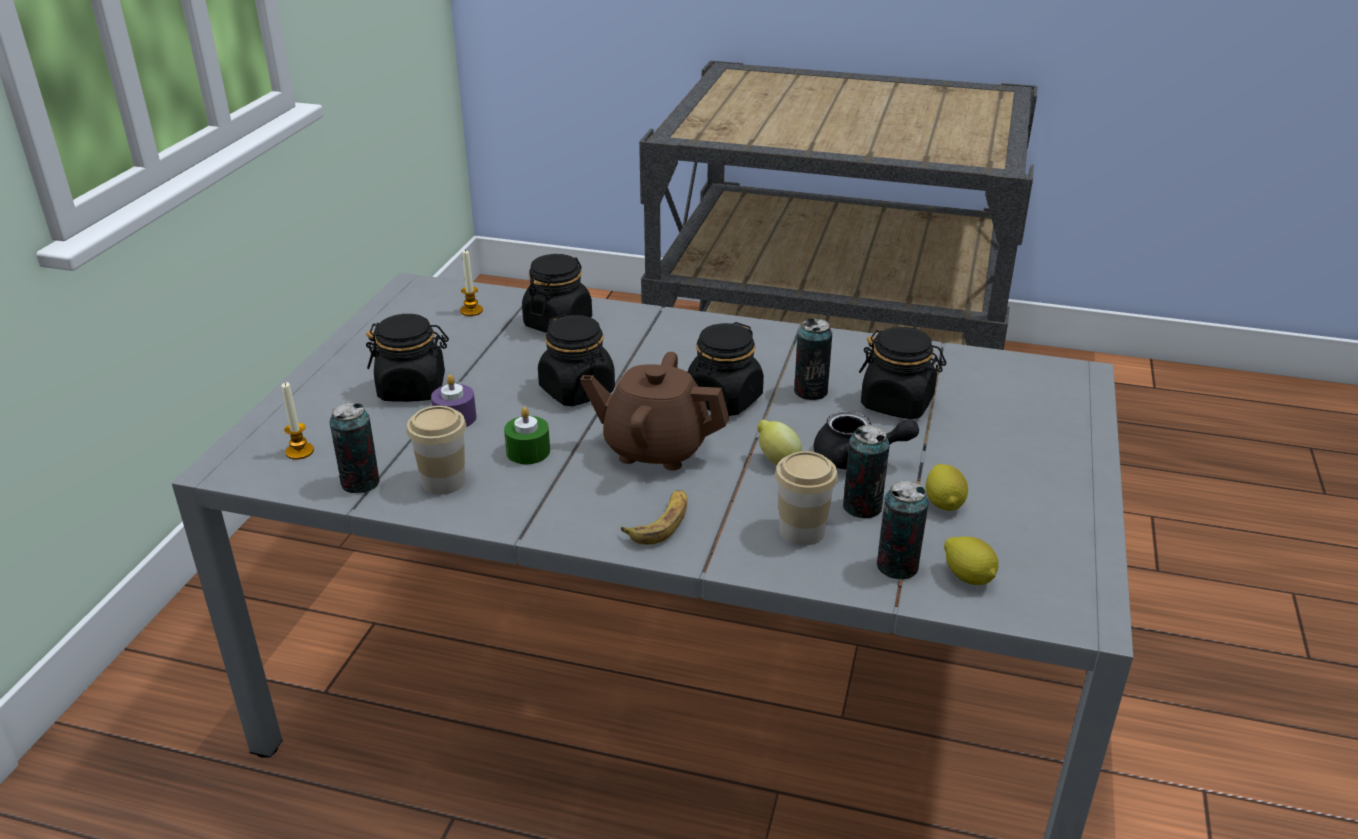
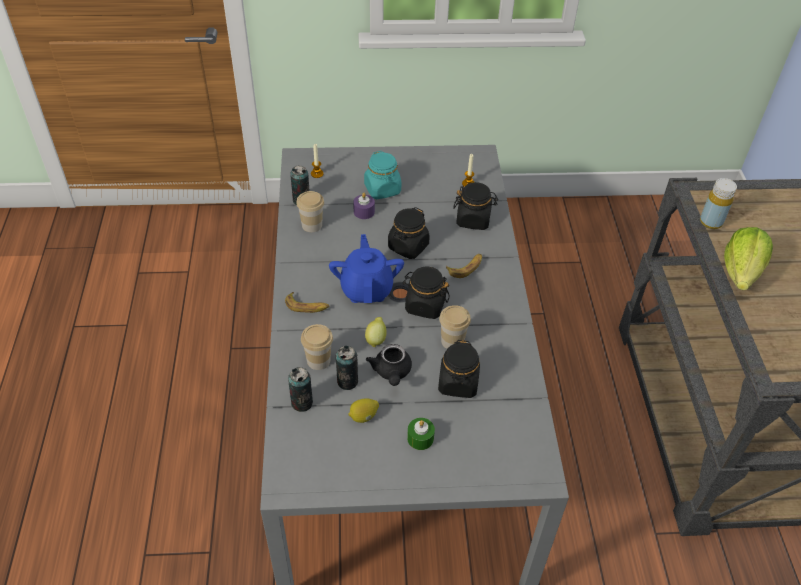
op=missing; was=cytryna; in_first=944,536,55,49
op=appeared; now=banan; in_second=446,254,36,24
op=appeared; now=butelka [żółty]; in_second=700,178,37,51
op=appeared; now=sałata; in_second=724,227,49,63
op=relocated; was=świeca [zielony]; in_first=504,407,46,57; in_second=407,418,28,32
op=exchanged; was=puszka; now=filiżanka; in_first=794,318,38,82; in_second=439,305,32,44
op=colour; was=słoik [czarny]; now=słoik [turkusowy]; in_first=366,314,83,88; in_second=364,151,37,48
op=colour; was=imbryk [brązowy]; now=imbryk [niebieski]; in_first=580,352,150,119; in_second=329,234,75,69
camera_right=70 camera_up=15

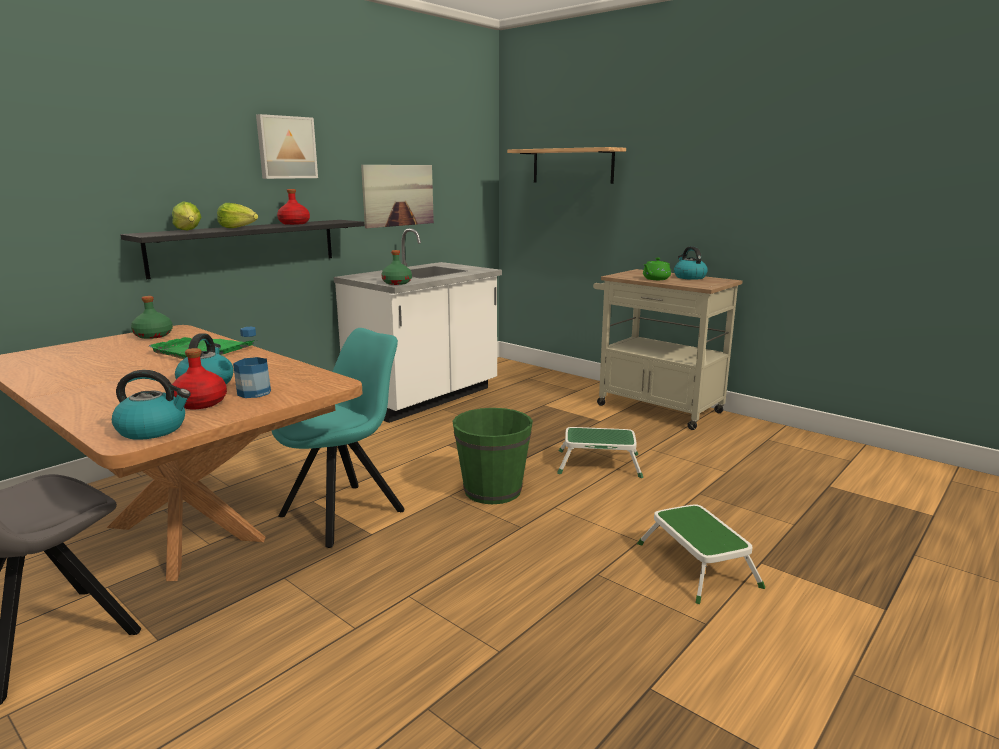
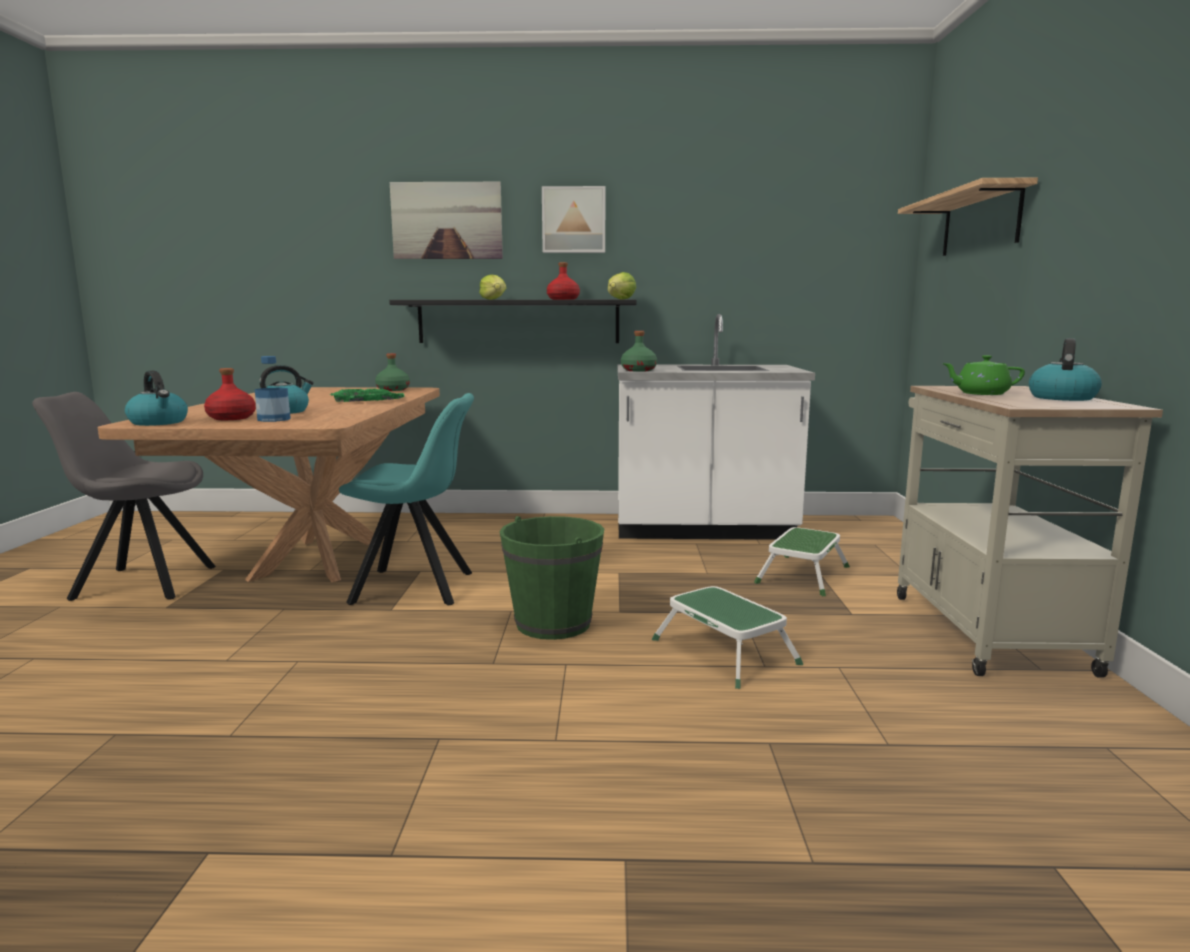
op=relocated; was=sałata; in_first=172,201,29,30; in_second=608,272,28,28
op=relocated; was=obraz; in_first=361,165,73,63; in_second=390,182,113,77
op=relocated; was=drabinka [zielony]; in_first=637,504,128,100; in_second=754,527,96,69
camera_right=50 camera_up=-5

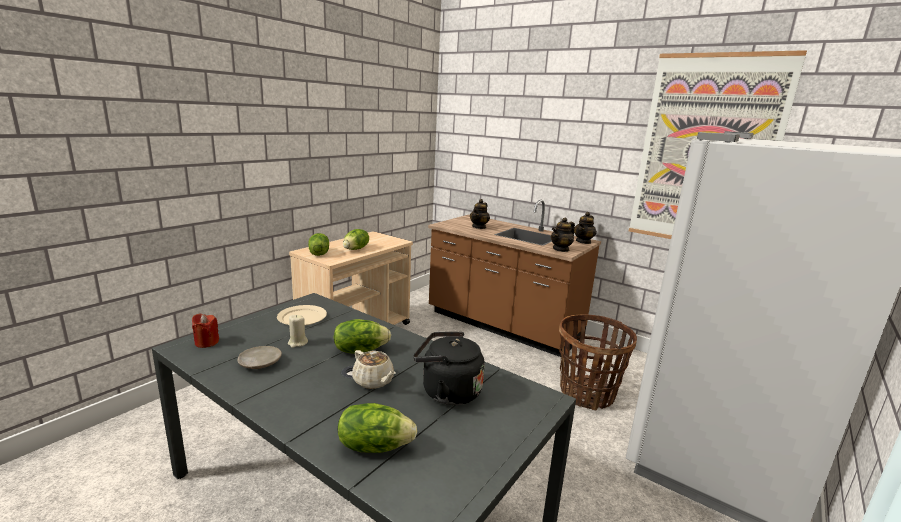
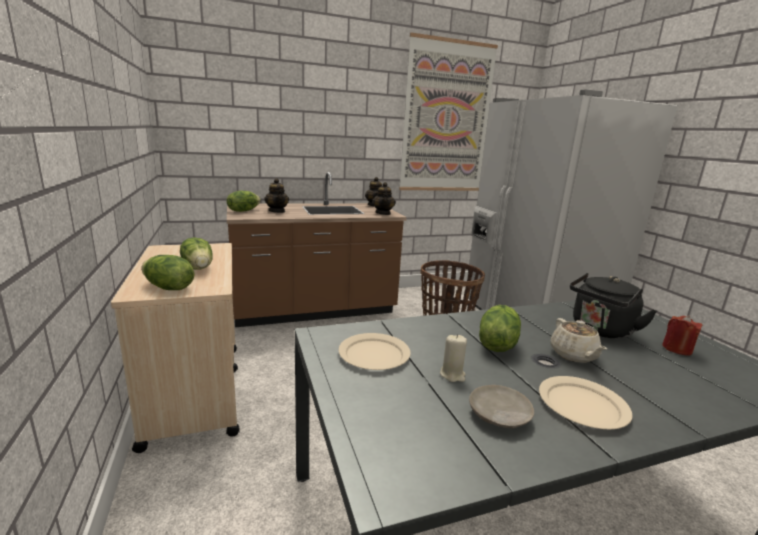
op=appeared; now=talerz [beżowy]; in_second=539,376,93,53
op=relocated; was=świeca [czerwony]; in_first=192,313,27,35; in_second=662,315,41,41
op=relocated; was=sałata; in_first=338,403,79,50; in_second=227,191,34,21
op=spun; was=imbryk [beżowy]; in_first=352,350,43,39; in_second=550,318,57,45; clockwise=90
camera_right=-55 camera_up=0

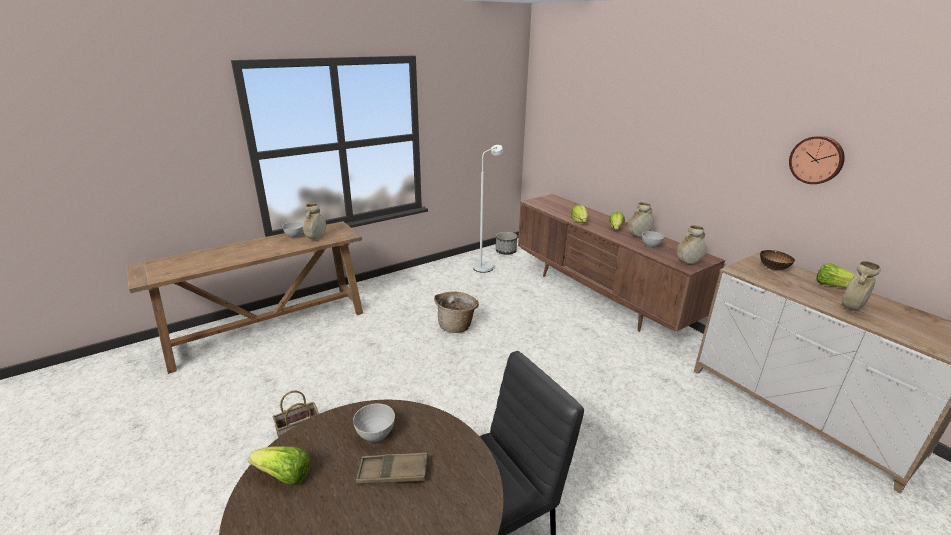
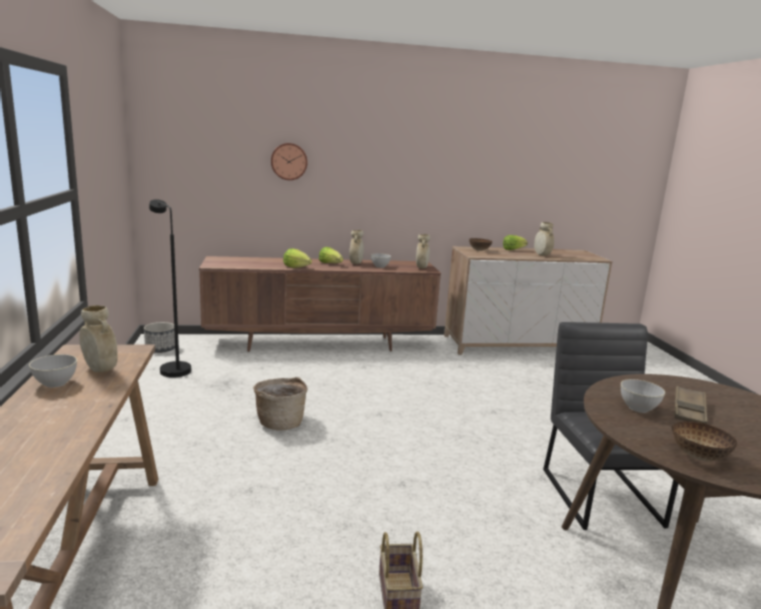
op=relocated; was=zegar ścienny; in_first=789,136,56,48; in_second=271,143,37,37
op=exchanged; was=sałata; now=miska; in_first=248,446,63,39; in_second=672,421,65,40
op=colour; was=lampa stojąca [biały]; now=lampa stojąca [czarny]; in_first=473,145,30,128; in_second=149,199,42,179
camera_right=-65 camera_up=-10

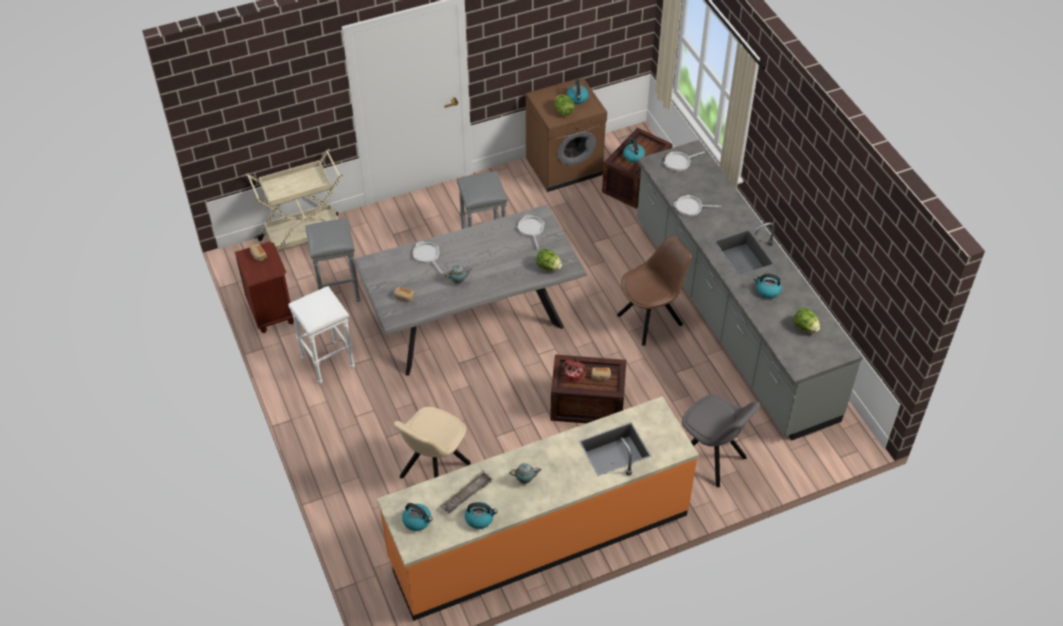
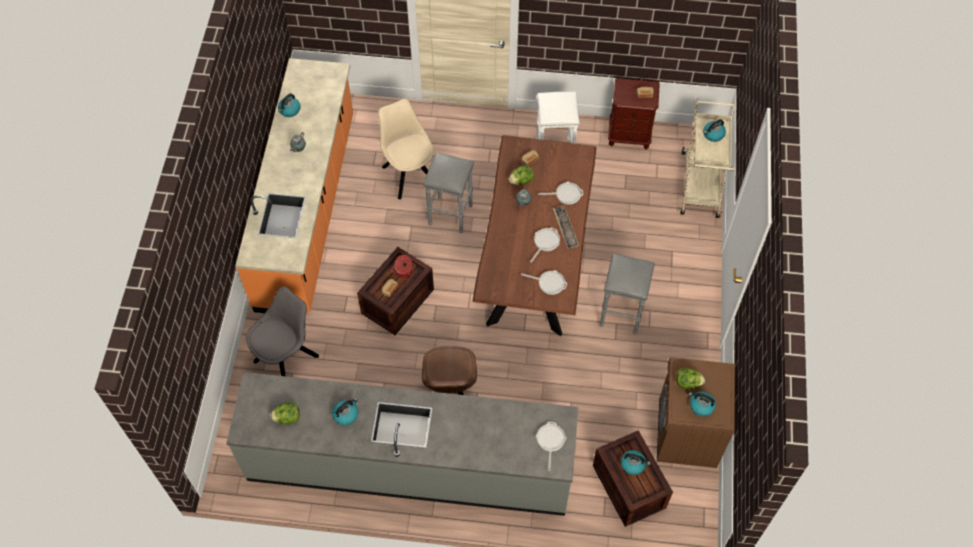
op=relocated; was=stołek [szary]; in_first=305,218,55,84; in_second=423,152,51,81
op=relocated; was=czajnik; in_first=402,503,31,28; in_second=703,119,23,23
op=relocated; was=taca; in_first=440,470,53,45; in_second=553,206,26,43
op=relocated; was=sałata; in_first=536,249,26,22; in_second=509,165,25,20
op=relocated; was=patelnia; in_first=674,195,47,21; in_second=530,227,30,36
op=colour; was=stół jadalny [szary]; now=stół jadalny [brązowy]; in_first=353,204,234,172; in_second=473,135,123,201
op=spun; was=krzesło [szary]; in_first=682,394,78,93; in_second=246,286,73,90; clockwise=150
camera_right=120 camera_up=10

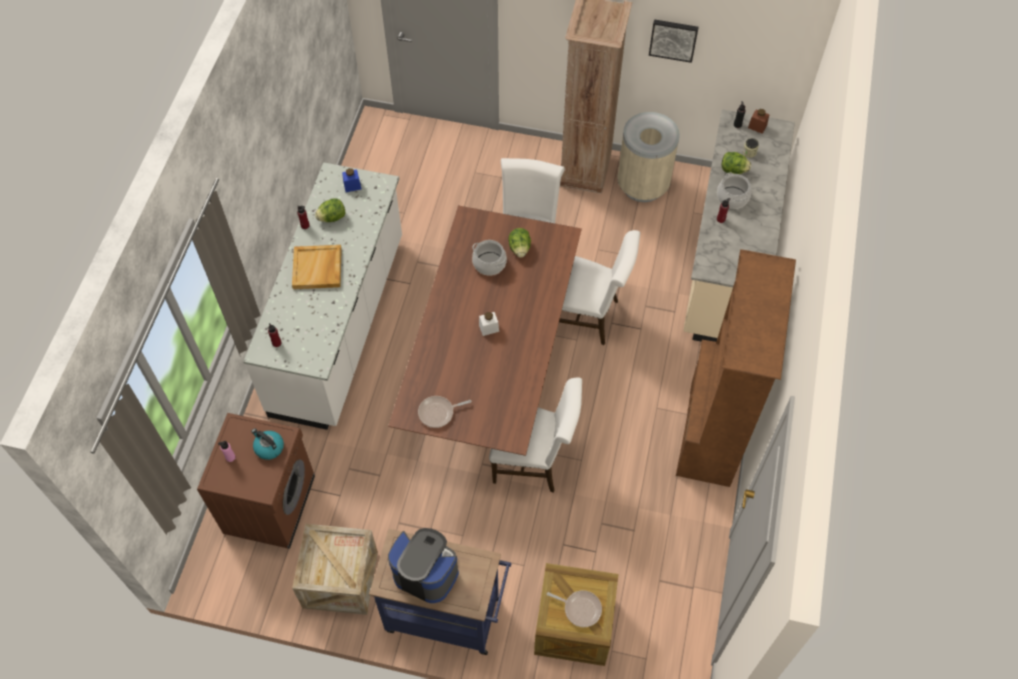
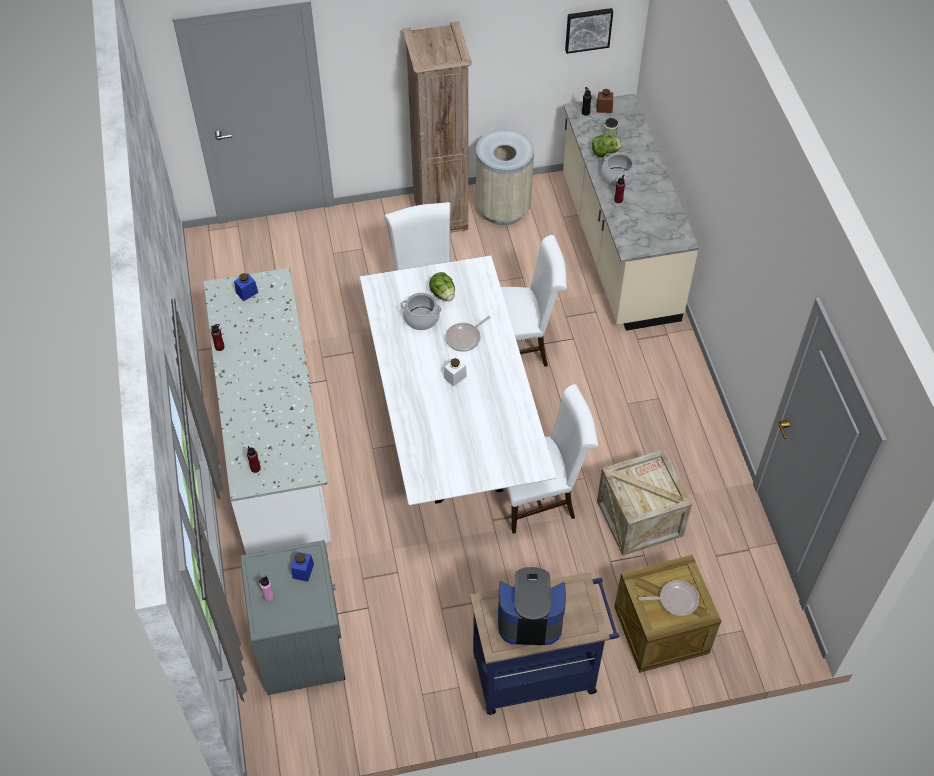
op=missing; was=taca [beżowy]; in_first=292,245,50,44
op=missing; was=sałata; in_first=315,198,31,24
op=missing; was=regał [brązowy]; in_first=676,249,120,238
op=relocated; was=skrzynka; in_first=292,524,86,91; in_second=597,450,95,106
op=relocated; was=patelnia; in_first=418,396,53,32; in_second=445,316,45,36
op=relocated; was=obraz; in_first=649,19,50,44; in_second=565,8,48,46
op=exchanged; was=czajnik; now=słoik [niebieski]; in_first=251,429,33,31; in_second=291,552,23,30
op=colour; was=pralka [brązowy]; now=pralka [szary]; in_first=197,413,118,136; in_second=240,540,106,155
op=colour; was=stół jadalny [brązowy]; now=stół jadalny [biały]; in_first=388,205,194,251; in_second=360,255,197,250
camera_right=-25 camera_up=-5

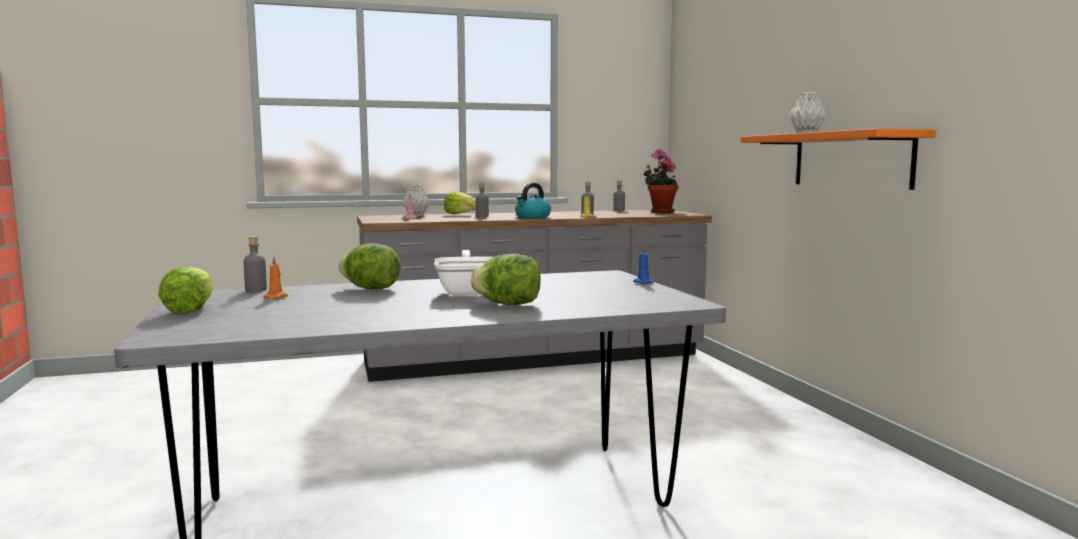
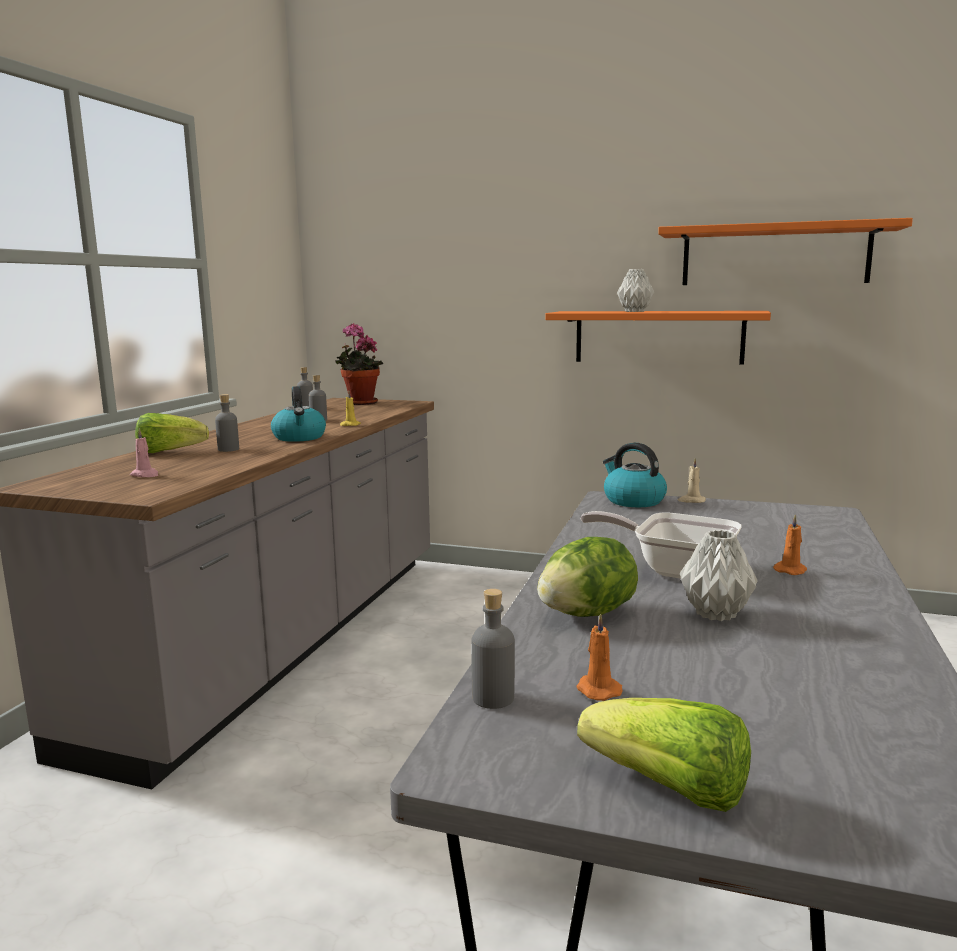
op=appeared; now=czajnik; in_second=603,443,64,64
op=appeared; now=półka [pomarańczowy]; in_second=658,218,255,67
op=relocated; was=wazon [szary]; in_first=402,185,28,31; in_second=680,530,78,91
op=exchanged; was=sałata; now=świeca [pomarańczowy]; in_first=471,254,70,51; in_second=773,514,34,61
op=colour; was=świeca [niebieski]; now=świeca [beżowy]; in_first=633,246,21,38; in_second=678,459,28,44
camera_right=-55 camera_up=5

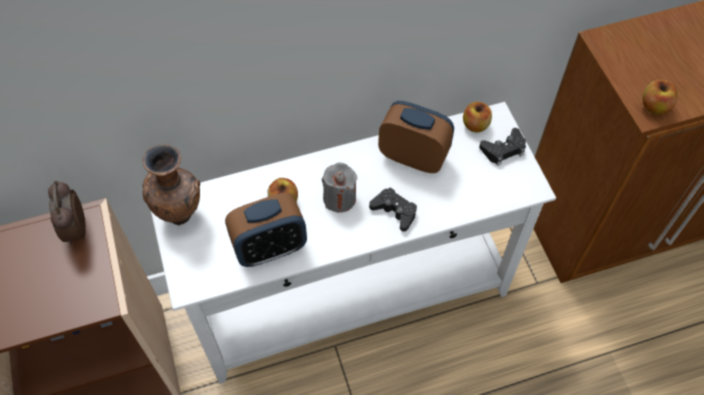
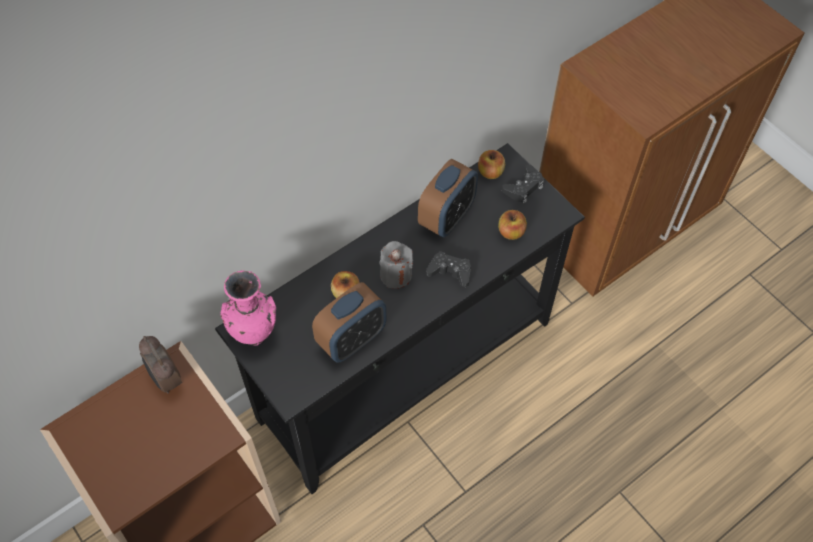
op=relocated; was=jabłko; in_first=642,80,36,35; in_second=498,210,29,30
op=colour; was=wazon [brązowy]; now=wazon [różowy]; in_first=143,144,57,81; in_second=221,271,55,75
op=colour; was=stolik konsolowy [biały]; now=stolik konsolowy [czarny]; in_first=151,102,405,282; in_second=215,143,370,351
op=spun; was=budzik; in_first=378,101,76,72; in_second=418,159,60,78; clockwise=120
camera_right=-20 camera_up=0

